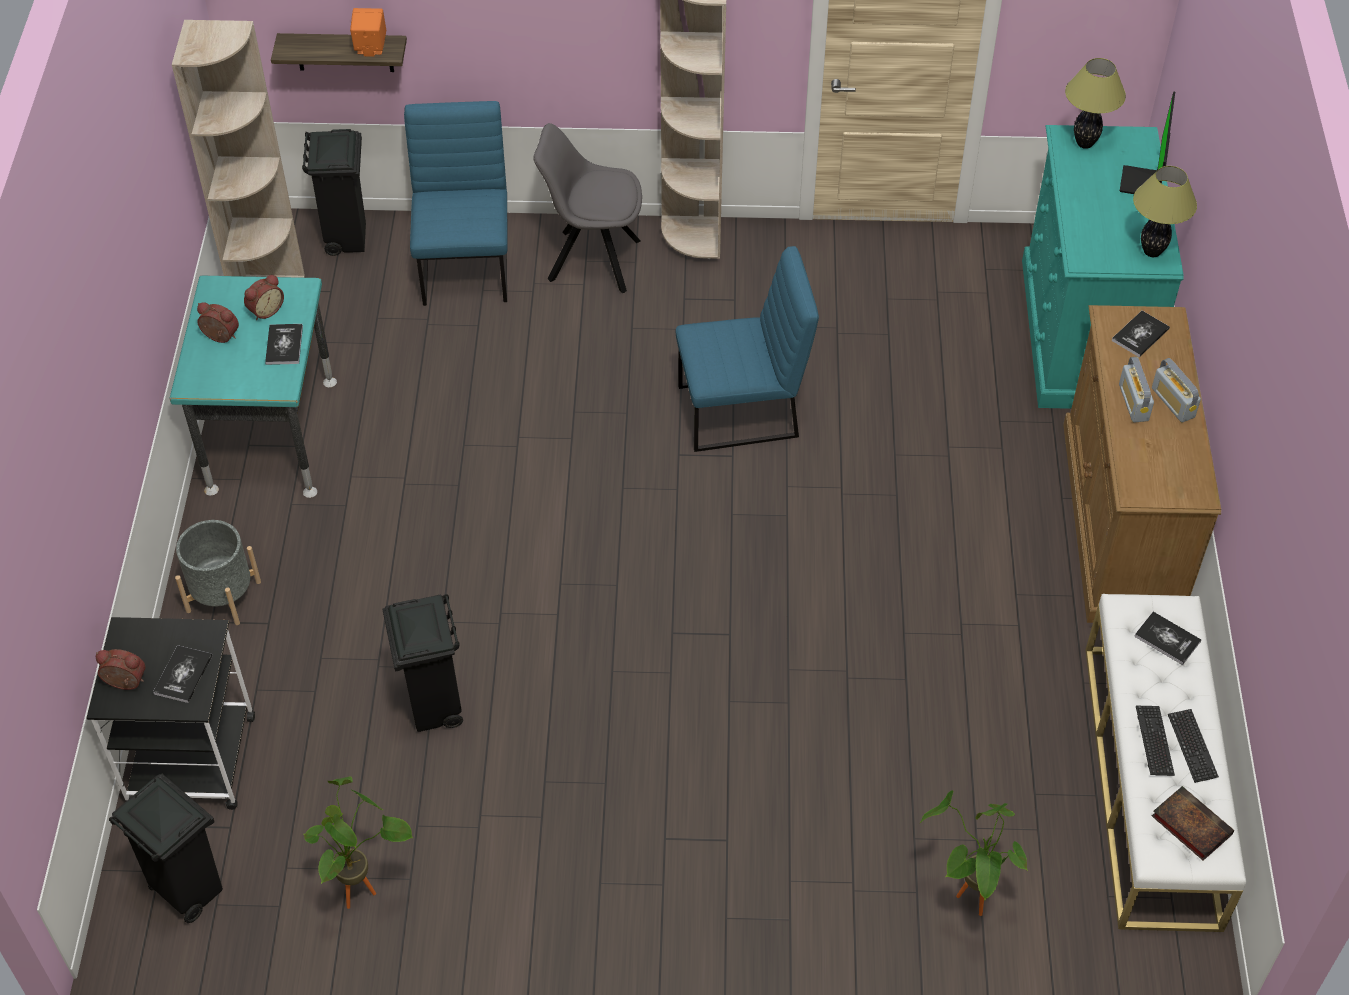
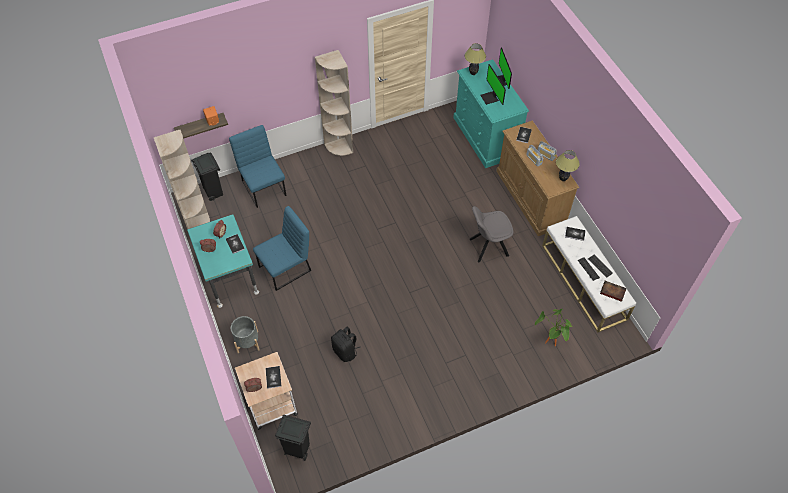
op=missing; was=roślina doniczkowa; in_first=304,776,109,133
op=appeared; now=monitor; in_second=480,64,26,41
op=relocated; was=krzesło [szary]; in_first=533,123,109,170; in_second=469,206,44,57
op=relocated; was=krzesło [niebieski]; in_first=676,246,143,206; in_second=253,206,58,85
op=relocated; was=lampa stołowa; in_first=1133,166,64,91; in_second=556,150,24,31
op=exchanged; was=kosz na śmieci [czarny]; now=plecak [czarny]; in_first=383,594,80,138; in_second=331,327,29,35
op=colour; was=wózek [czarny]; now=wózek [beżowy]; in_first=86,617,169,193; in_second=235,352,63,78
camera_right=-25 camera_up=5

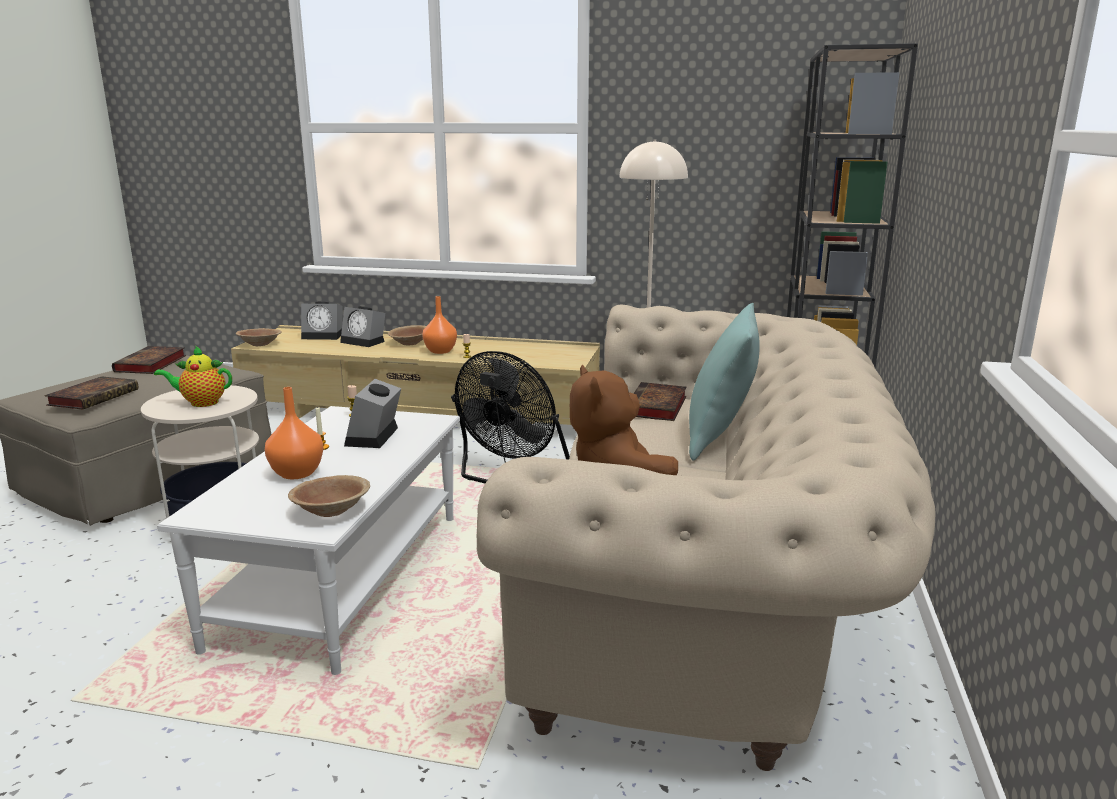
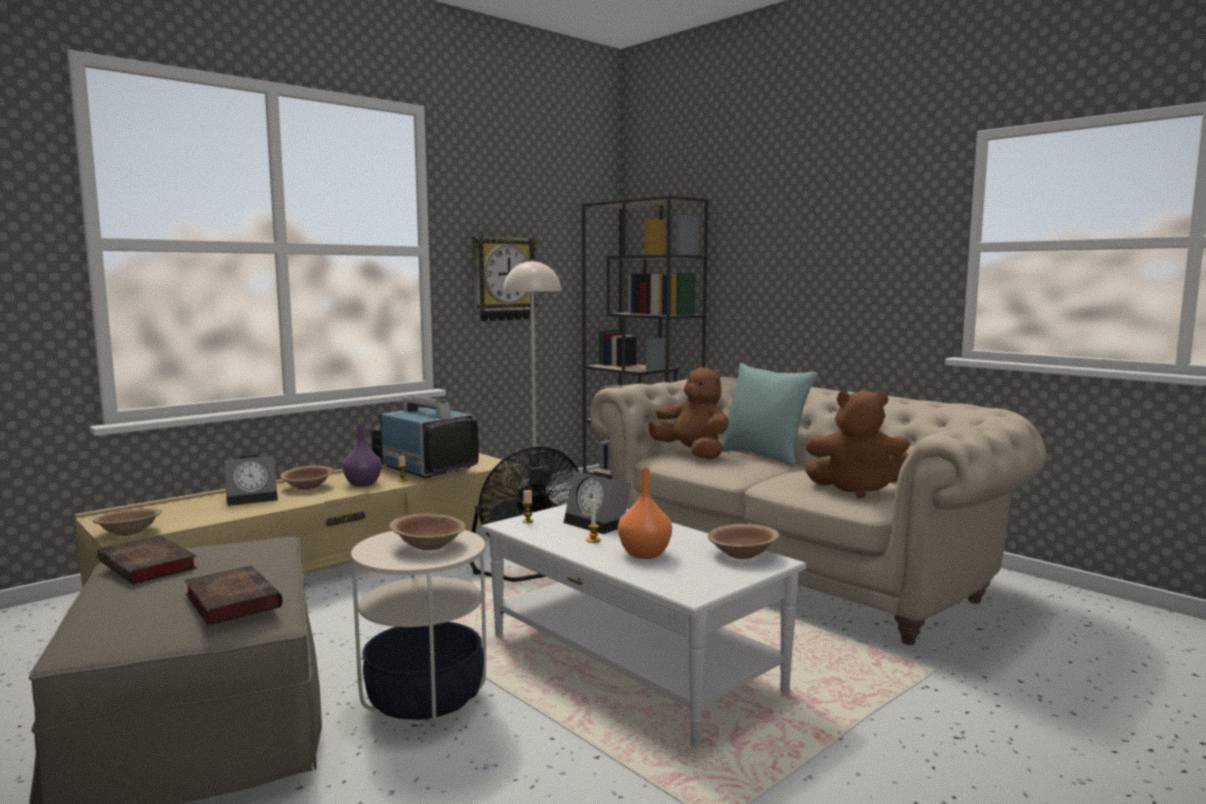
op=missing; was=budzik; in_first=301,301,42,39
op=appeared; now=telewizor; in_second=371,395,108,84
op=appeared; now=zegar ścienny; in_second=473,236,65,85
op=exchanged; was=imbryk; now=miska [brązowy]; in_first=154,346,78,61; in_second=389,513,77,37
op=exchanged; was=książka; now=pluszak [brązowy]; in_first=633,382,53,39; in_second=649,365,80,94
op=colour; was=wazon [pomarańczowy]; now=wazon [fioletowy]; in_first=422,296,35,58; in_second=342,423,40,64
camera_right=-55 camera_up=-10

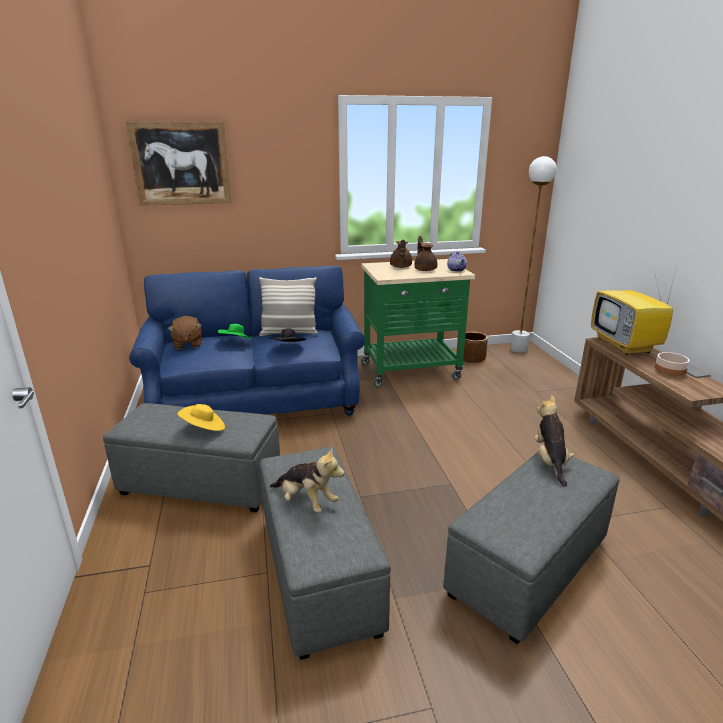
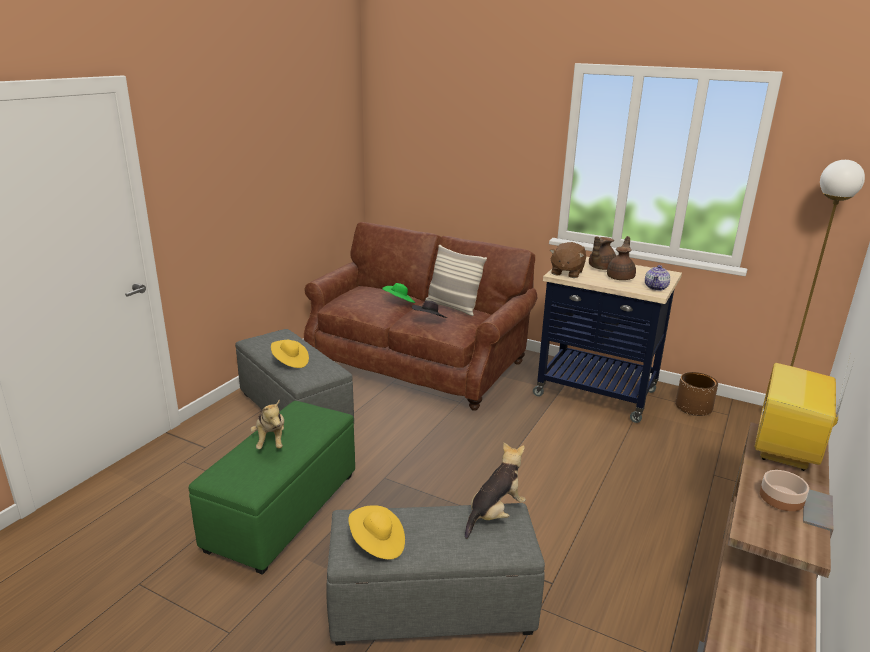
op=missing; was=obraz; in_first=125,121,107,85
op=appeared; now=kapelusz [żółty]; in_second=348,505,57,54
op=relocated; was=pluszak [brązowy]; in_first=168,316,34,33; in_second=550,242,36,36
op=colour; was=kanapa [niebieski]; now=kanapa [brązowy]; in_first=129,266,236,150; in_second=304,222,233,189
op=colour; was=pufa [szary]; now=pufa [zielony]; in_first=260,447,131,213; in_second=189,401,166,174
op=colour; was=wózek [zielony]; now=wózek [niebieski]; in_first=361,259,114,129; in_second=533,257,149,166
camera_right=40 camera_up=0

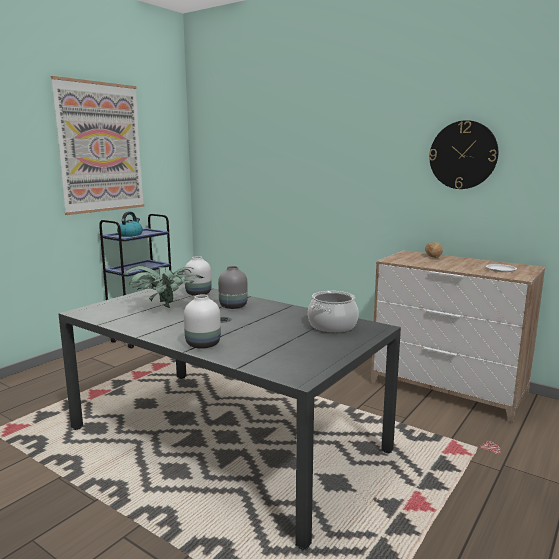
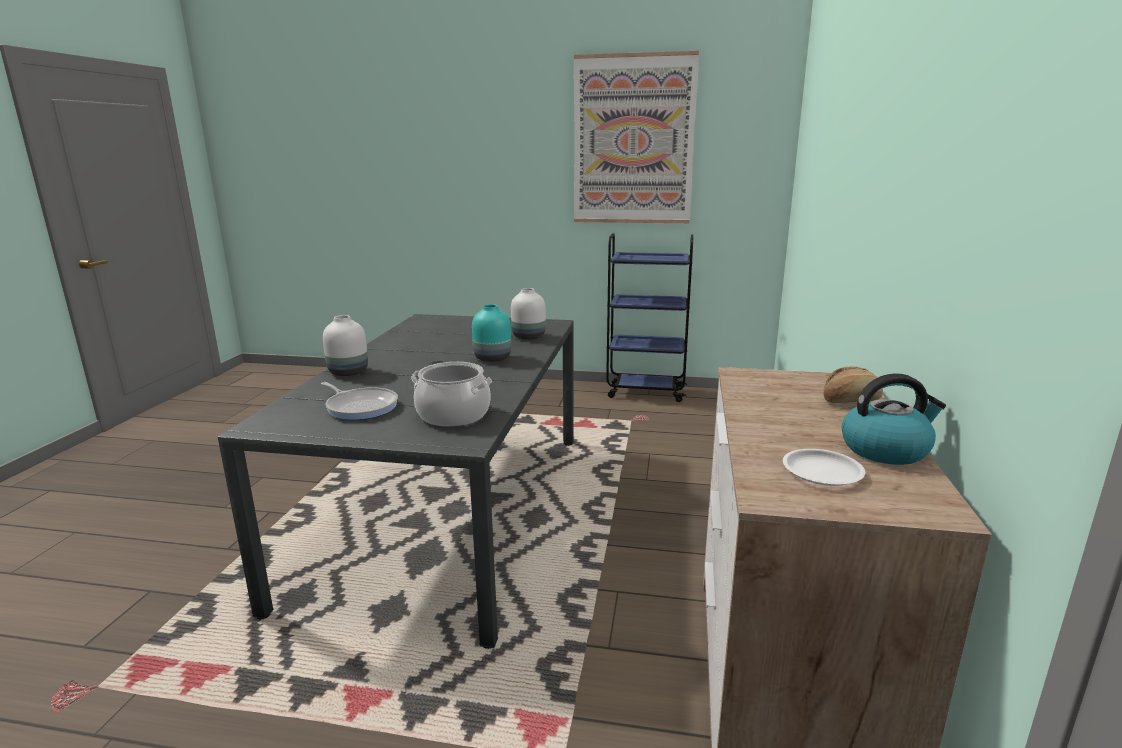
op=missing; was=roślina doniczkowa; in_first=124,266,80,42
op=missing; was=zegar ścienny; in_first=429,120,69,69
op=appeared; now=patelnia; in_second=321,382,77,38
op=relocated; was=czajnik; in_first=117,212,26,25; in_second=842,374,104,91
op=colour; was=wazon [szary]; now=wazon [turkusowy]; in_first=218,266,30,43; in_second=472,304,39,58
camera_right=65 camera_up=5

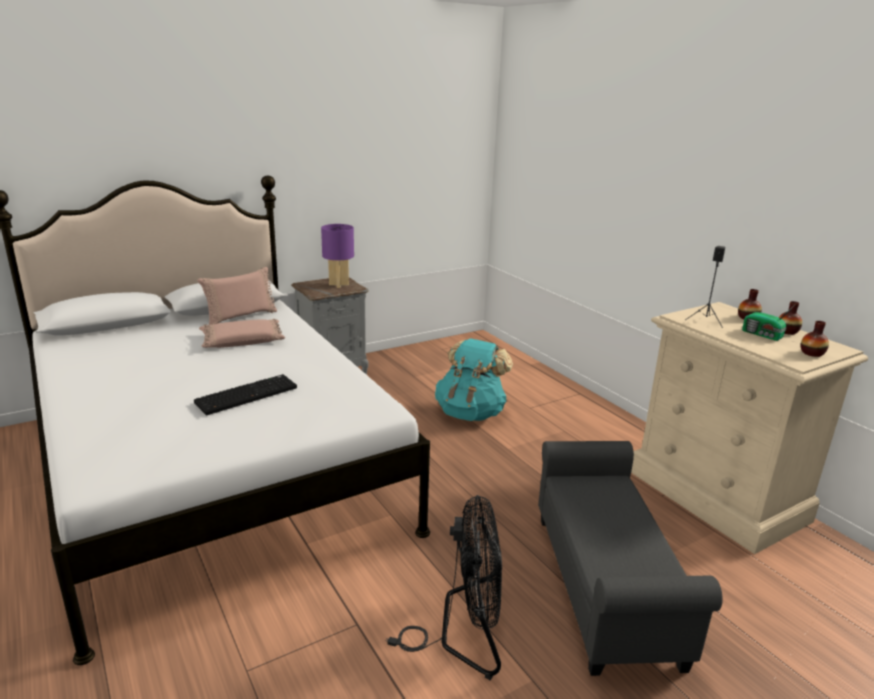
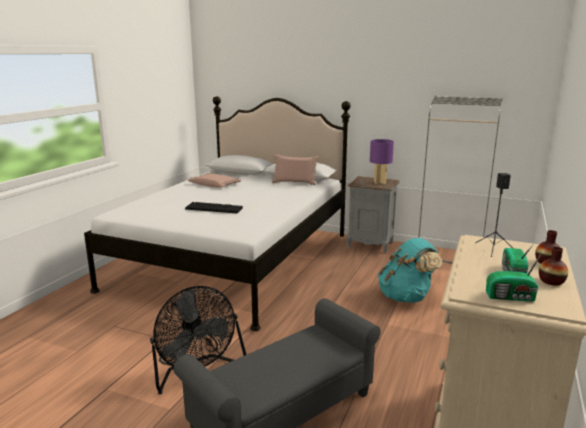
op=appeared; now=wieszak [szary]; in_second=418,95,84,168
op=relocated; was=poduszka [beżowy]; in_first=199,319,86,29; in_second=188,173,53,15
op=exchanged; was=wazon; now=radio; in_first=801,321,28,36; in_second=486,254,55,48
camera_right=55 camera_up=-5

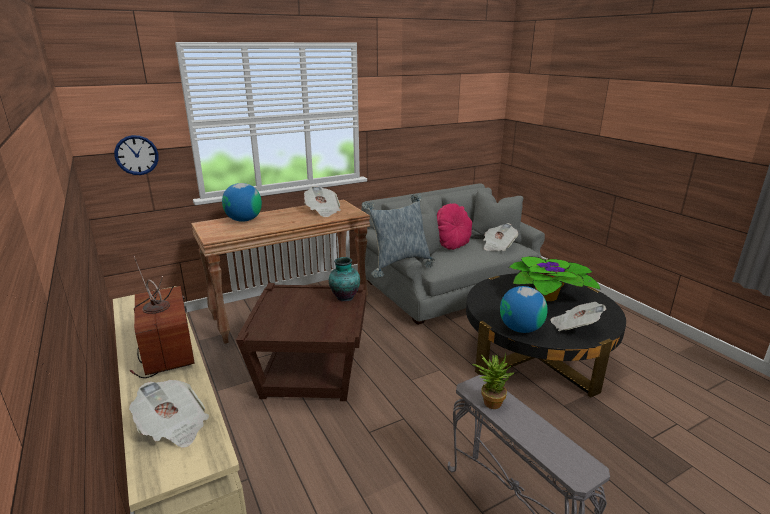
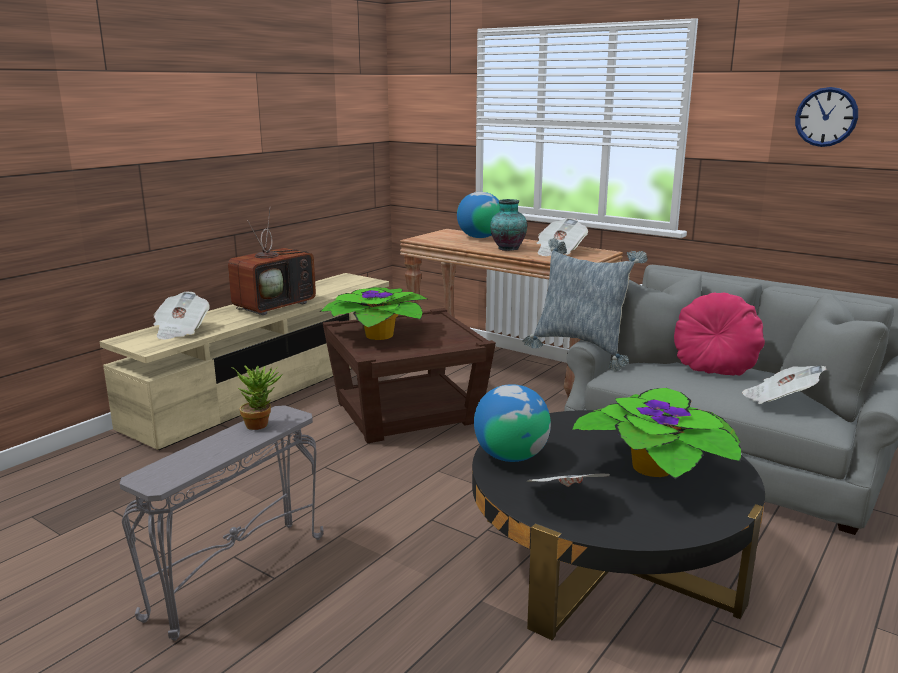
op=appeared; now=roślina doniczkowa; in_second=320,287,108,53
op=relocated; was=zegar ścienny; in_first=114,135,45,40; in_second=795,87,63,60
op=relocated; was=wazon; in_first=329,257,31,44; in_second=490,199,37,52
camera_right=65 camera_up=-5

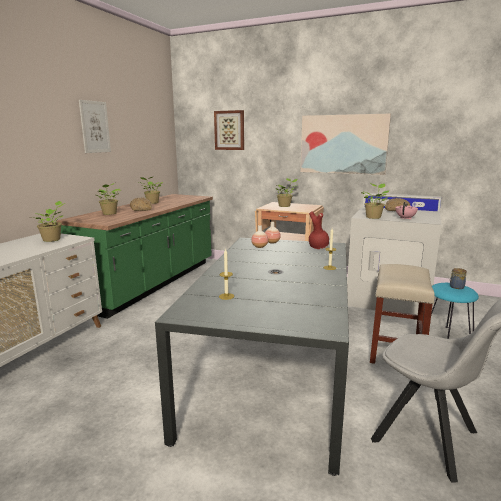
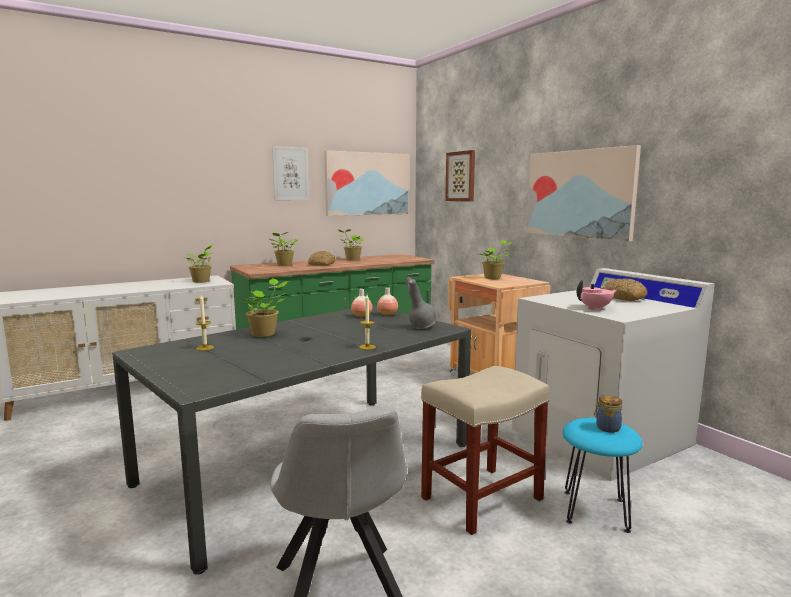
op=appeared; now=obraz; in_second=324,150,85,66
op=relocated; was=roślina doniczkowa; in_first=361,183,29,36; in_second=243,279,46,58
op=colour; was=wazon [czerwony]; now=wazon [szary]; in_first=309,212,20,37; in_second=405,277,32,52
camera_right=35 camera_up=-5

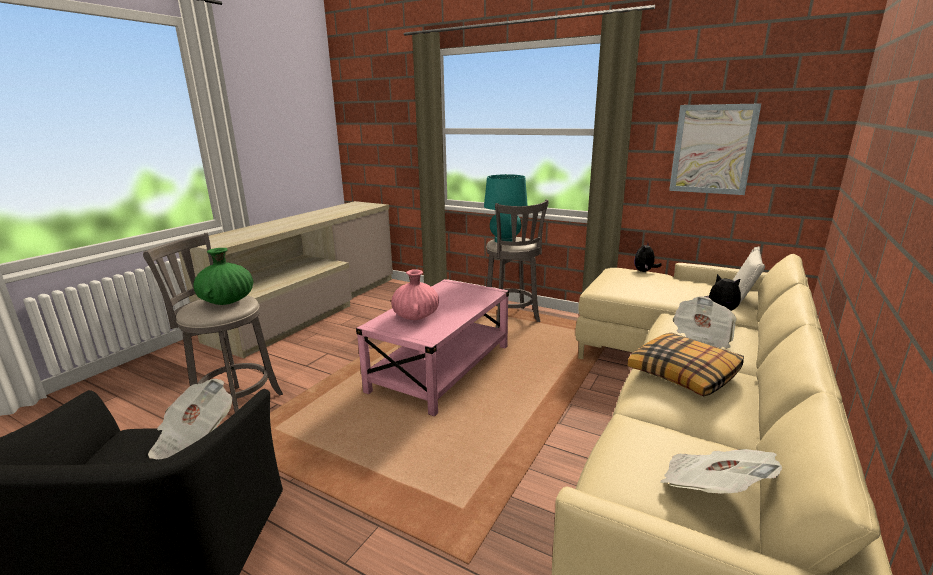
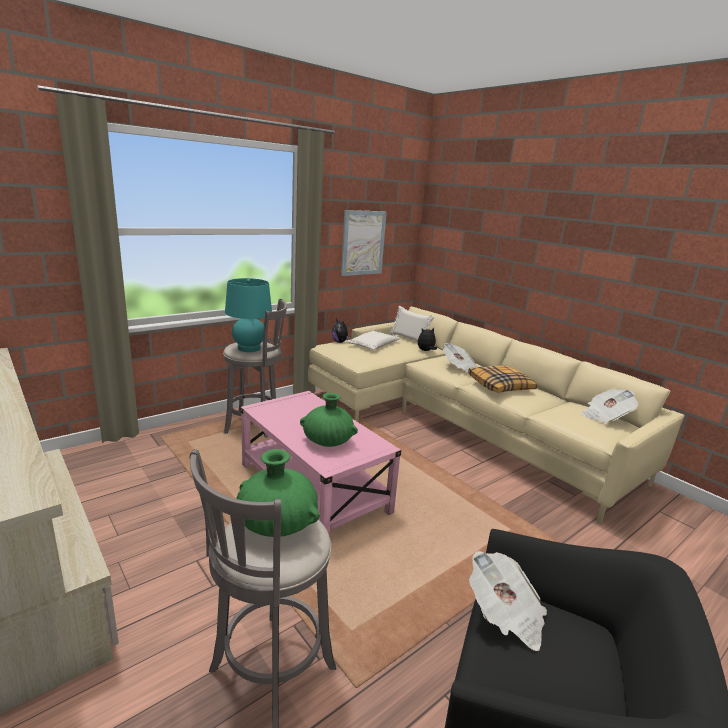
op=appeared; now=poduszka [biały]; in_second=347,330,53,20
op=colour; was=wazon [różowy]; now=wazon [zielony]; in_first=391,269,48,51; in_second=300,393,58,54
camera_right=-70 camera_up=0

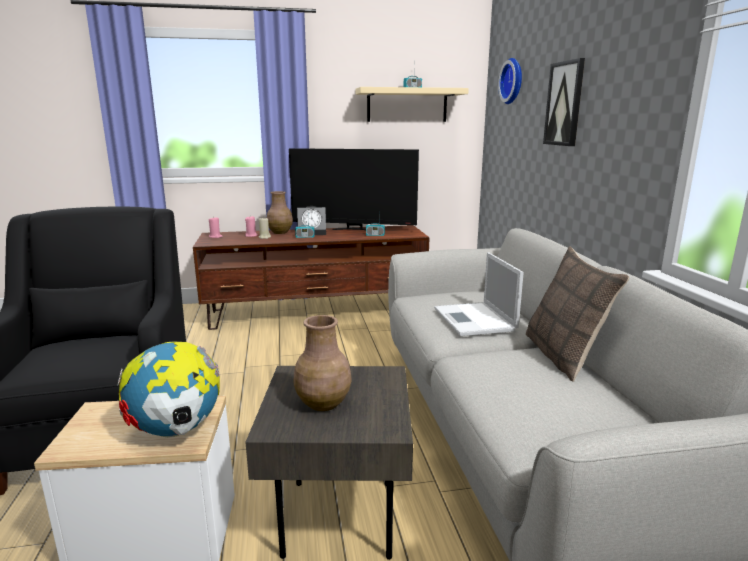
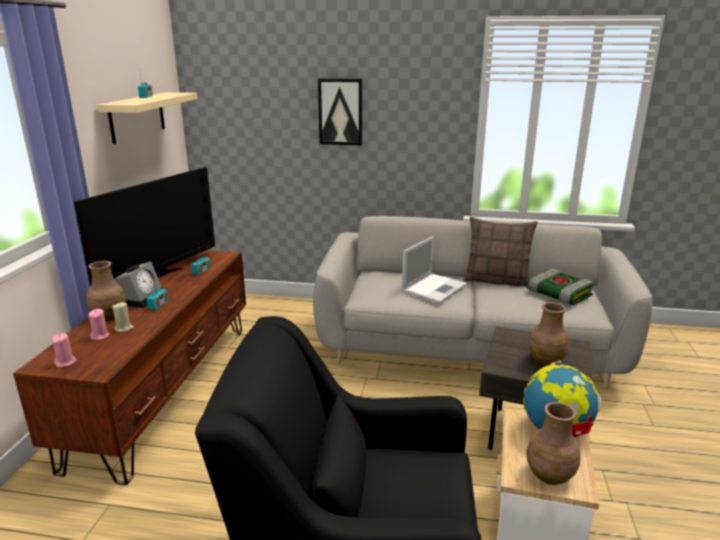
op=missing; was=zegar ścienny; in_first=498,58,24,46
op=appeared; now=książka; in_second=526,269,69,36
op=appeared; now=wazon [brązowy]; in_second=526,402,54,83
op=spun; was=laptop; in_first=434,252,90,84; in_second=402,236,65,67; clockwise=-60
camera_right=-70 camera_up=5

